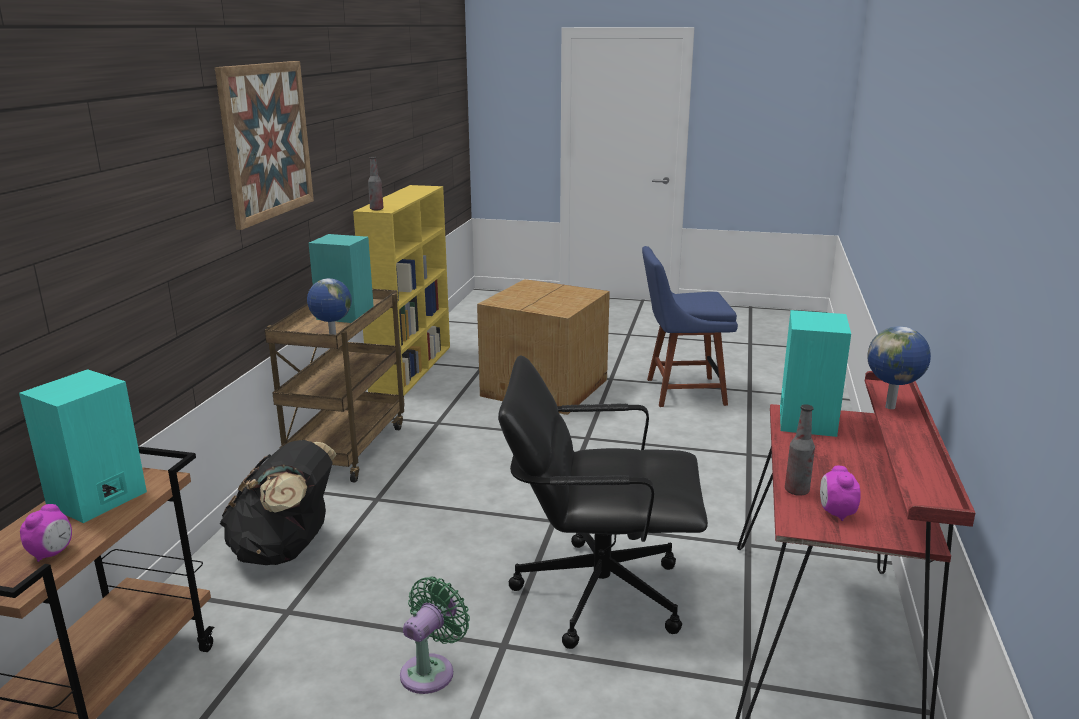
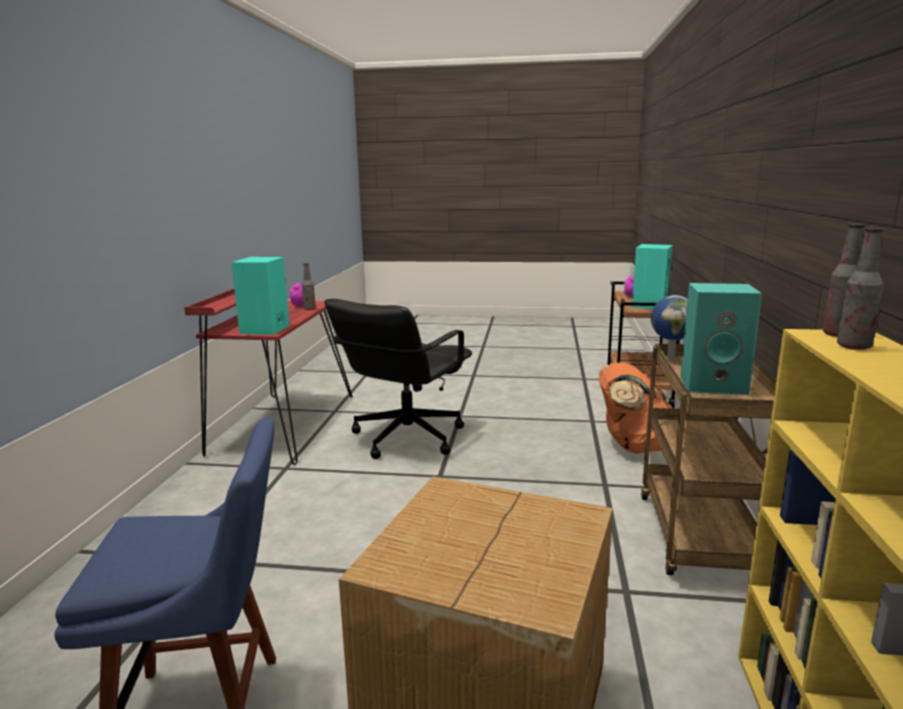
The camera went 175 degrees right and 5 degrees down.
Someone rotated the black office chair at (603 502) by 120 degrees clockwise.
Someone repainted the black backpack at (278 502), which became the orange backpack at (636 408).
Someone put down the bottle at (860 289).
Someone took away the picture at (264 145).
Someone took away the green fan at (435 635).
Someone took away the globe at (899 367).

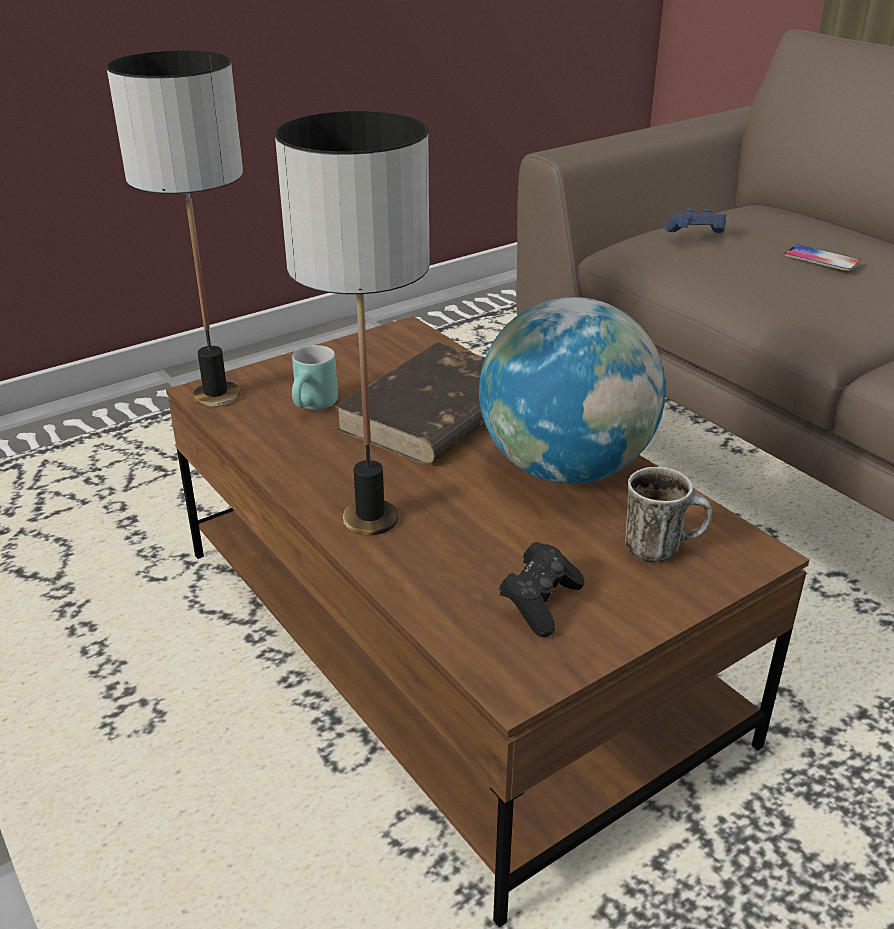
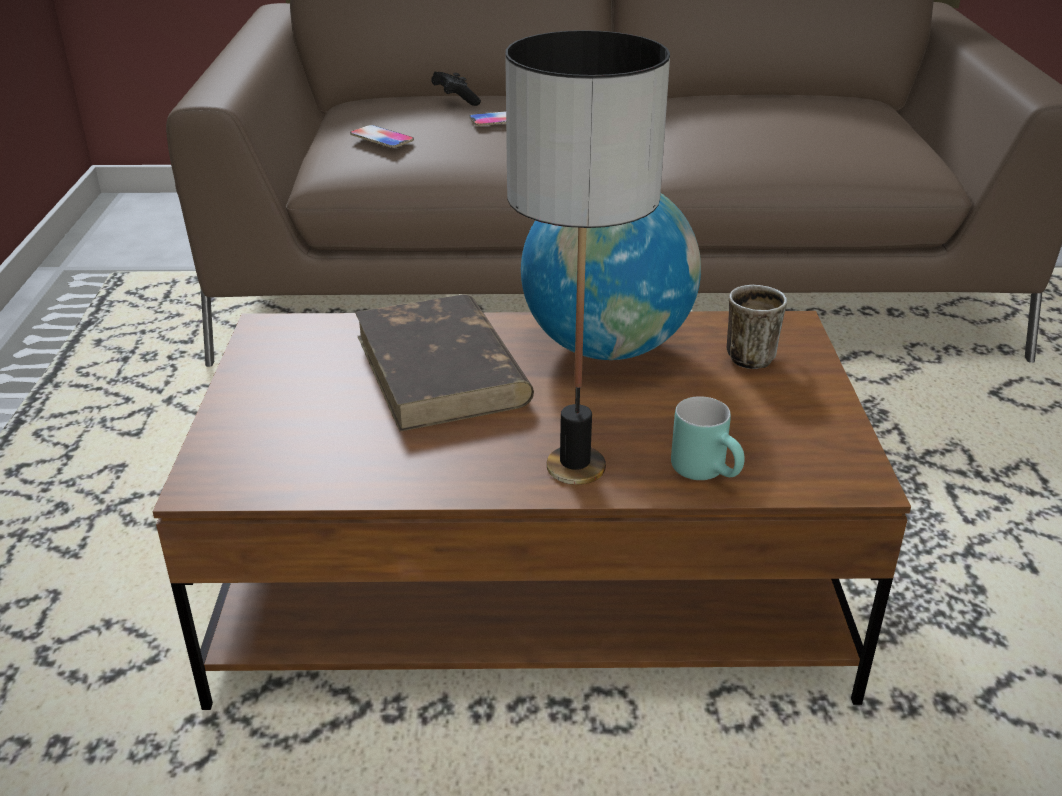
The camera went 55 degrees left and 0 degrees up.
Someone swapped the blue game controller at (695 220) for the phone at (382 136).
Someone carried the black game controller from (542 589) to (456 89).
Someone carried the turquoise mug from (315 377) to (708 438).
Someone took away the table lamp at (175 228).

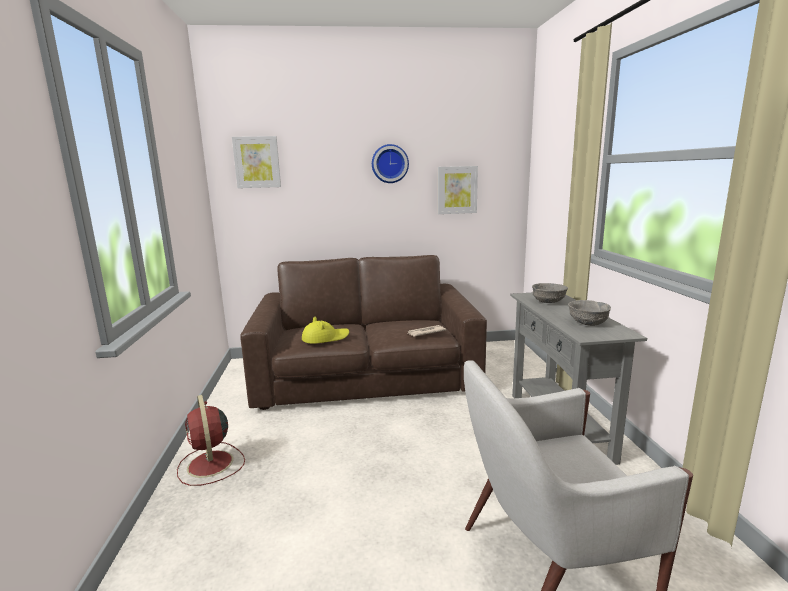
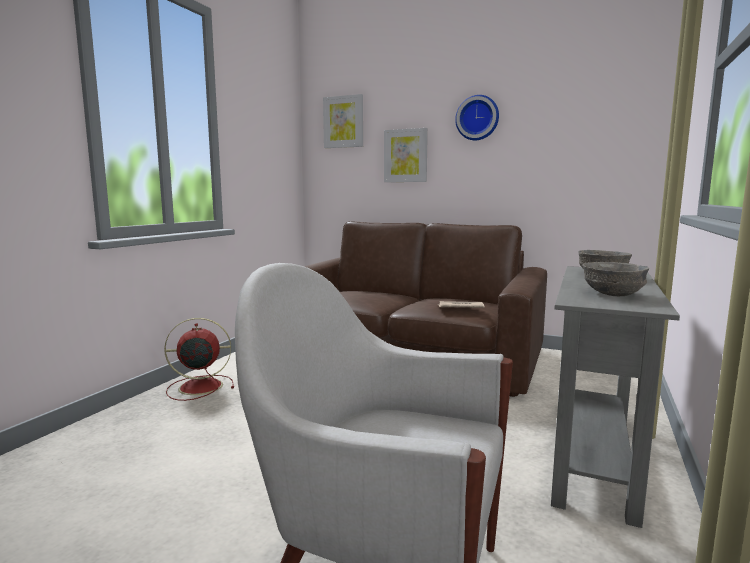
The camera went 30 degrees right and 5 degrees down.
Someone rotated the red fan at (211 440) by 75 degrees clockwise.
Someone carried the picture from (458 190) to (406 155).
Someone took away the yellow hat at (325 330).

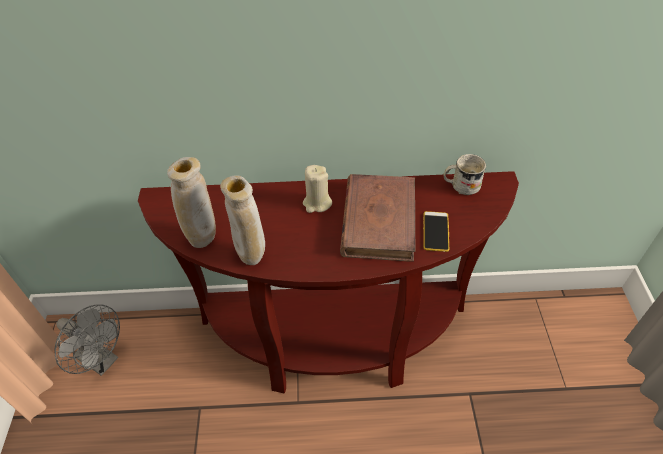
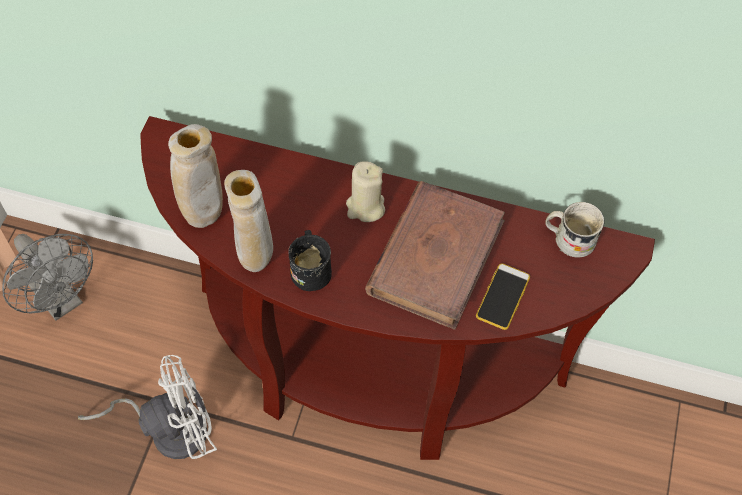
The camera went 15 degrees right and 10 degrees up.
Someone put down the white fan at (147 407).
Someone put down the black mug at (310 260).

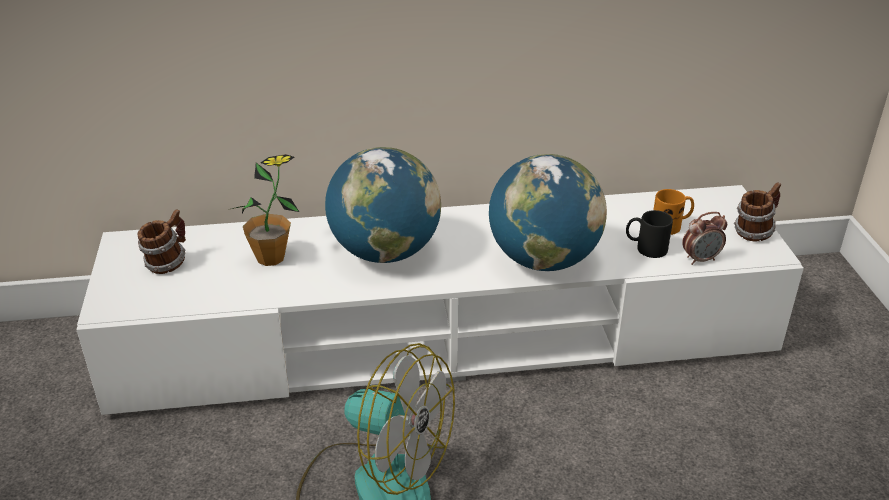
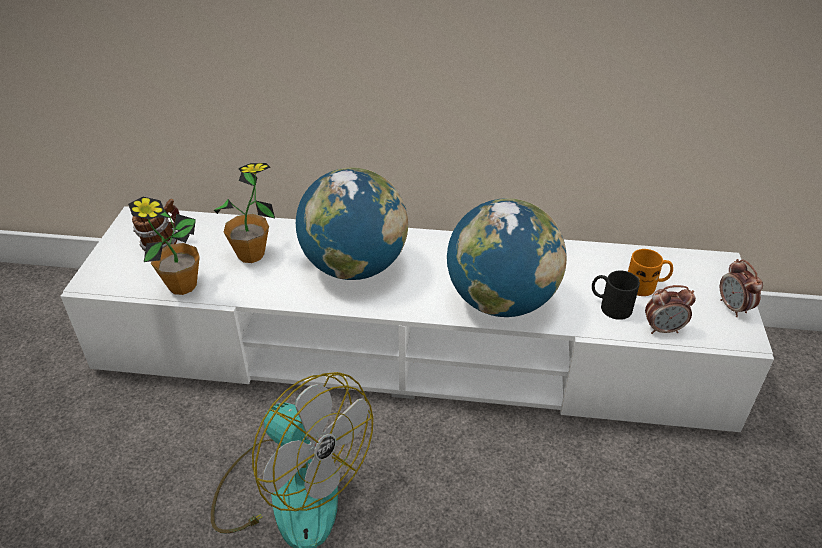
The camera went 15 degrees right and 5 degrees up.
Someone put down the potted plant at (164 246).
Someone swapped the mug at (757 212) for the alarm clock at (741 288).

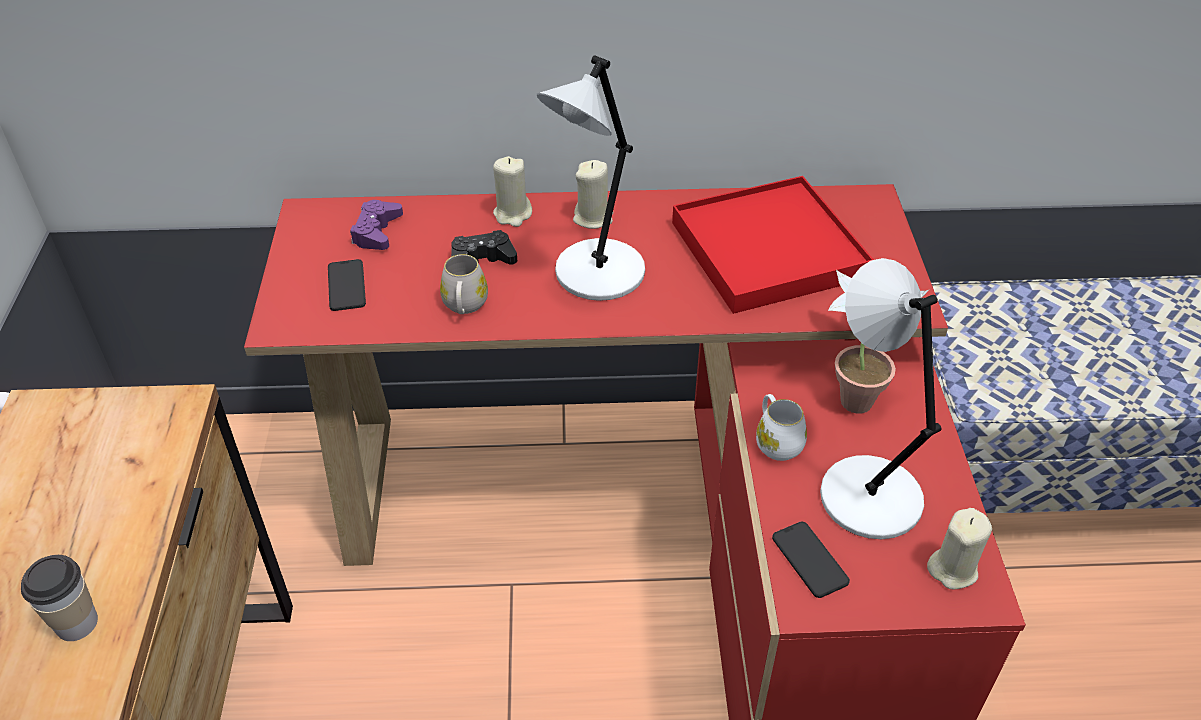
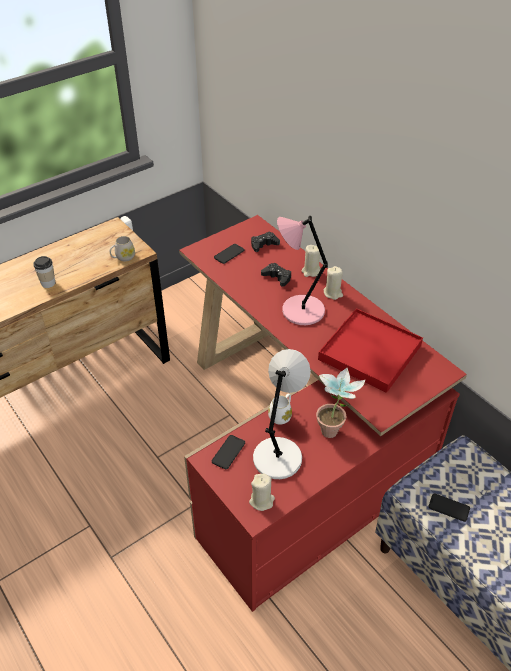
The camera went 55 degrees right and 0 degrees up.
Someone carried the white mug from (464 284) to (122 248).
Someone repainted the purple game controller at (376 225), which became the black game controller at (265 242).
Someone repainted the grey table lamp at (591 178), which became the pink table lamp at (302 270).
Someone put down the phone at (449 507).

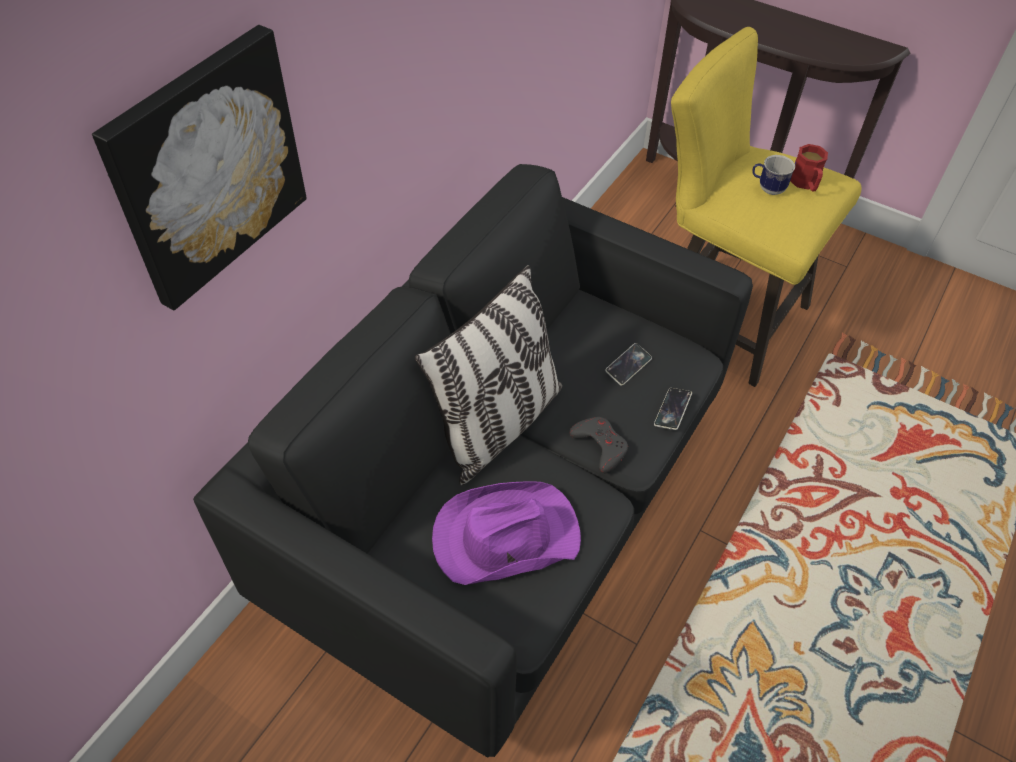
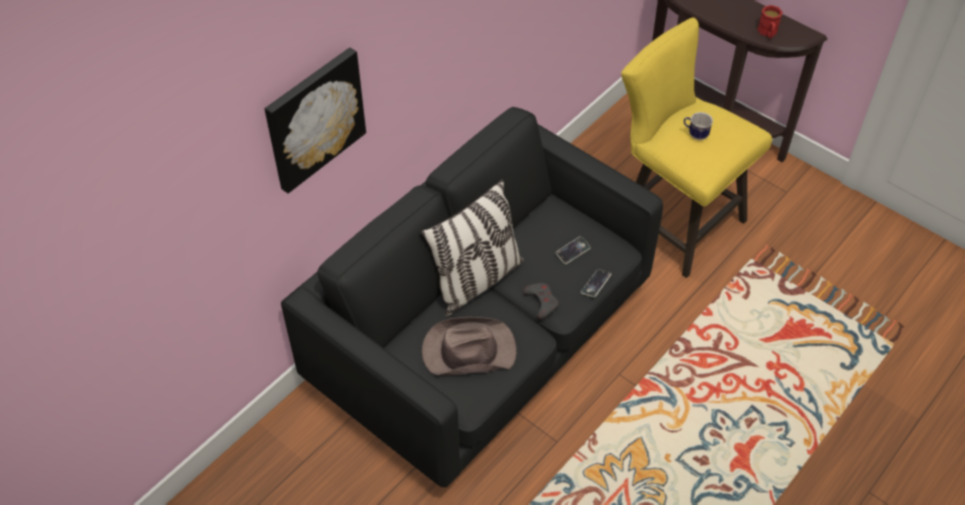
The camera went 10 degrees right and 0 degrees up.
Someone repainted the purple hat at (506 533), which became the brown hat at (469 346).
Someone carried the red mug from (809 168) to (770 21).

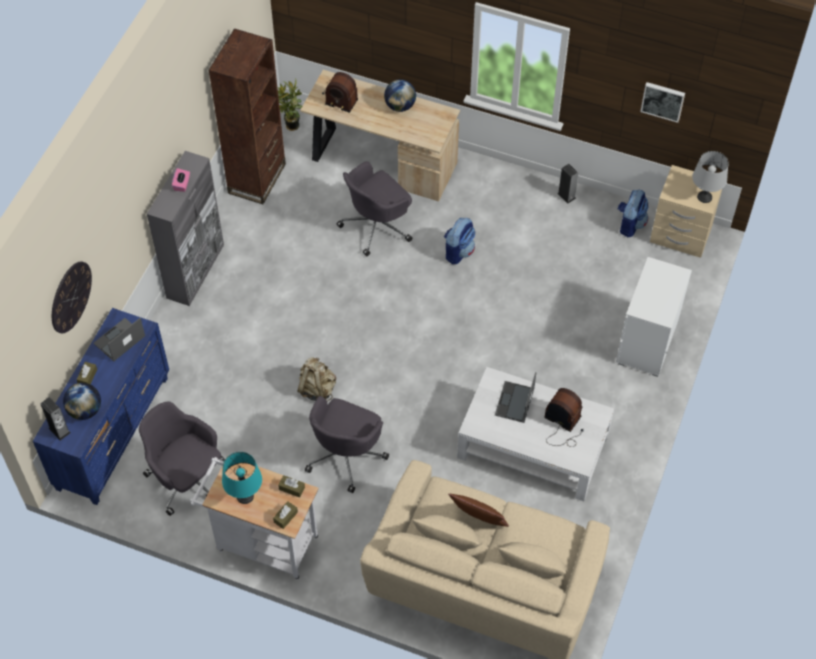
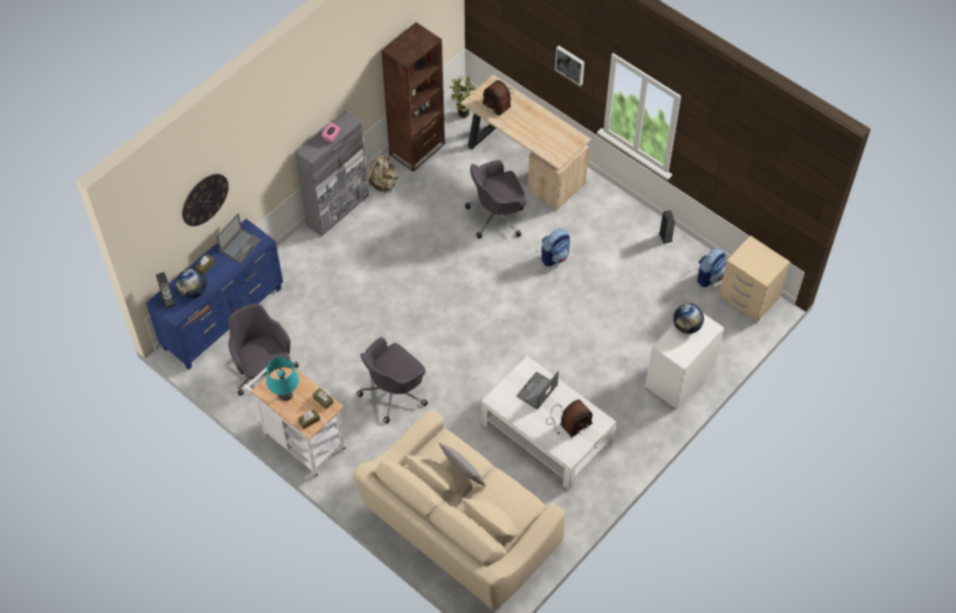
The camera went 20 degrees right and 0 degrees up.
Someone rotated the laptop at (119 339) by 150 degrees clockwise.
Someone carried the beige backpack from (316 379) to (382 174).
Someone repainted the brown pillow at (478 510), which became the grey pillow at (462 464).
Someone rotated the radio at (564 417) by 90 degrees clockwise.
Someone carried the picture from (662 102) to (569 66).
Someone carried the globe from (400 95) to (688 318).
Someone took away the grey table lamp at (710 177).

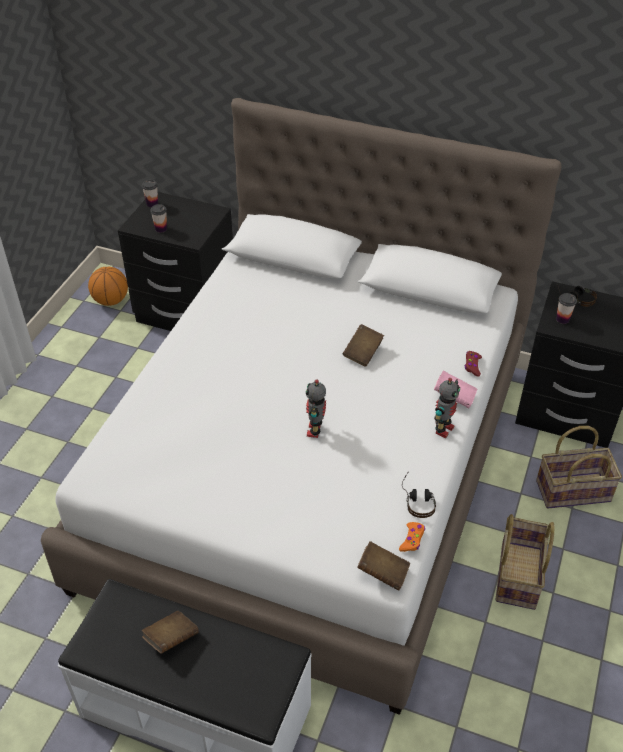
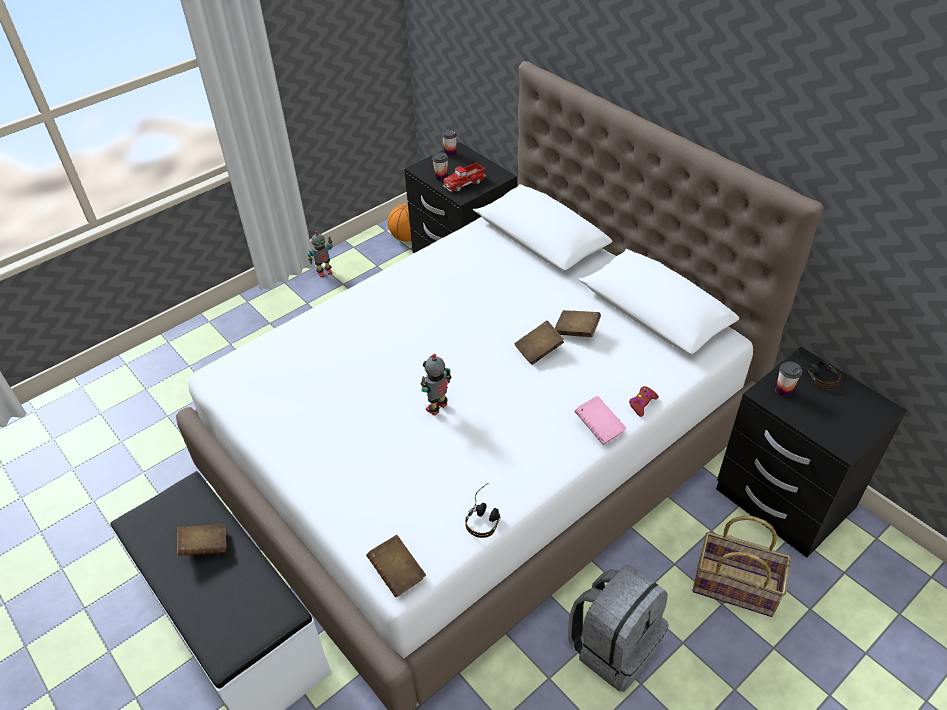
The camera went 30 degrees right and 0 degrees up.
Someone carried the toy robot from (447 408) to (320 254).
Someone put down the toy truck at (464 177).
Someone put down the brown book at (578 323).
Someone swapped the basket at (525 562) for the grey backpack at (618 628).
Someone took away the orange game controller at (412 537).

